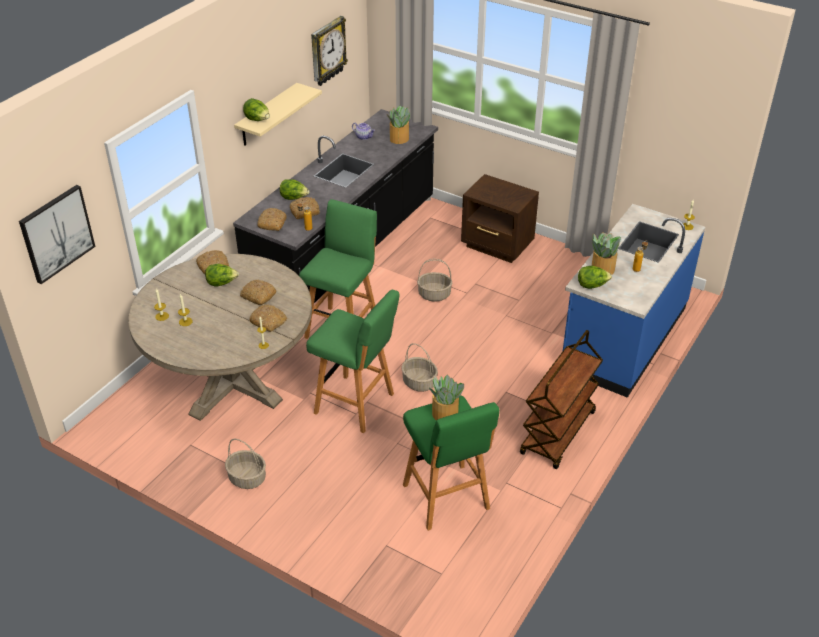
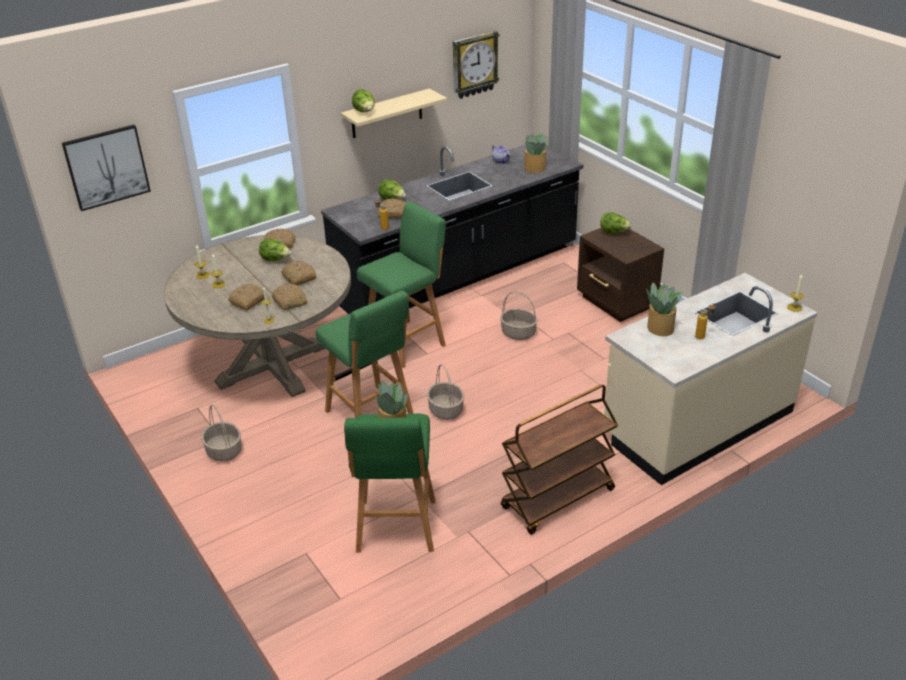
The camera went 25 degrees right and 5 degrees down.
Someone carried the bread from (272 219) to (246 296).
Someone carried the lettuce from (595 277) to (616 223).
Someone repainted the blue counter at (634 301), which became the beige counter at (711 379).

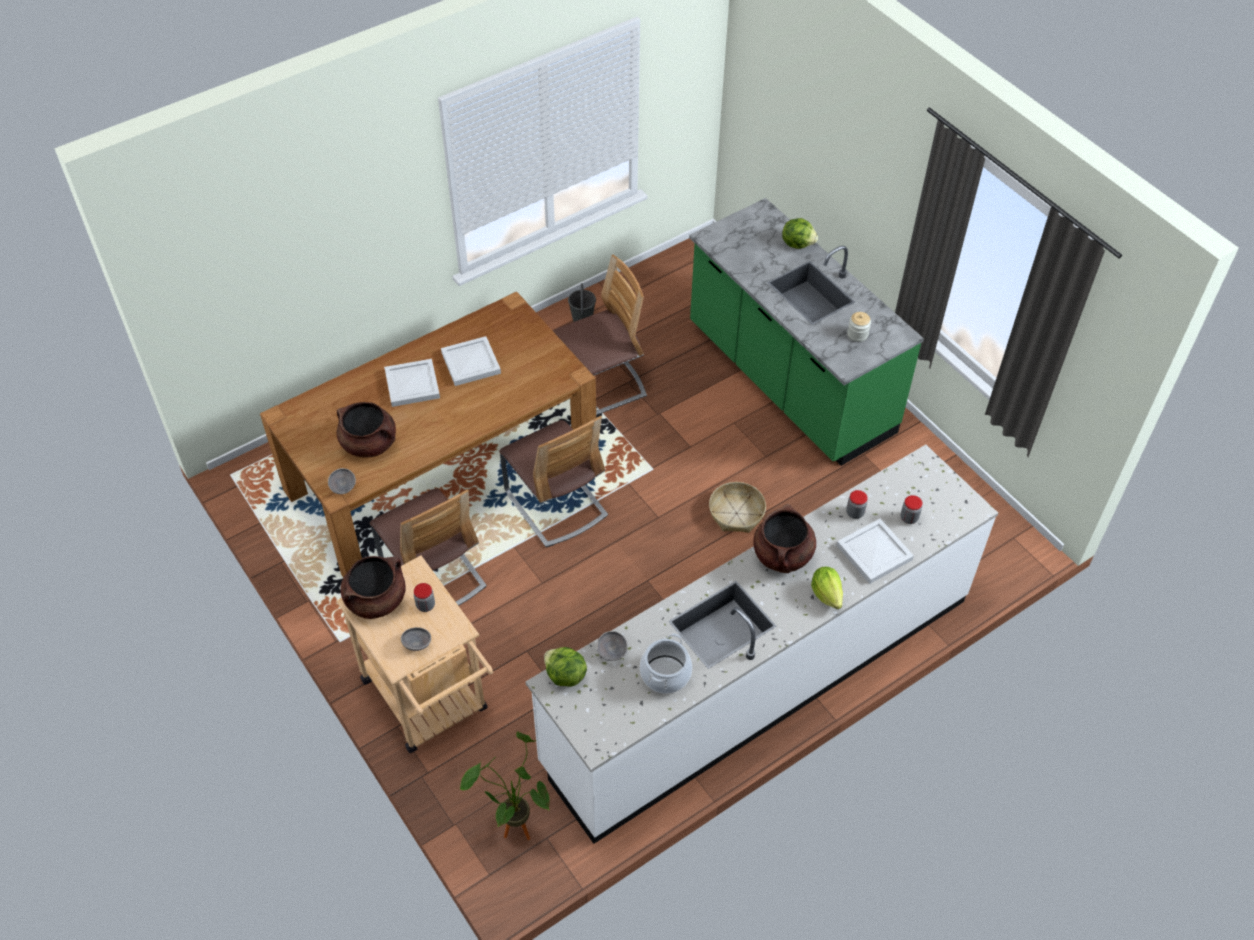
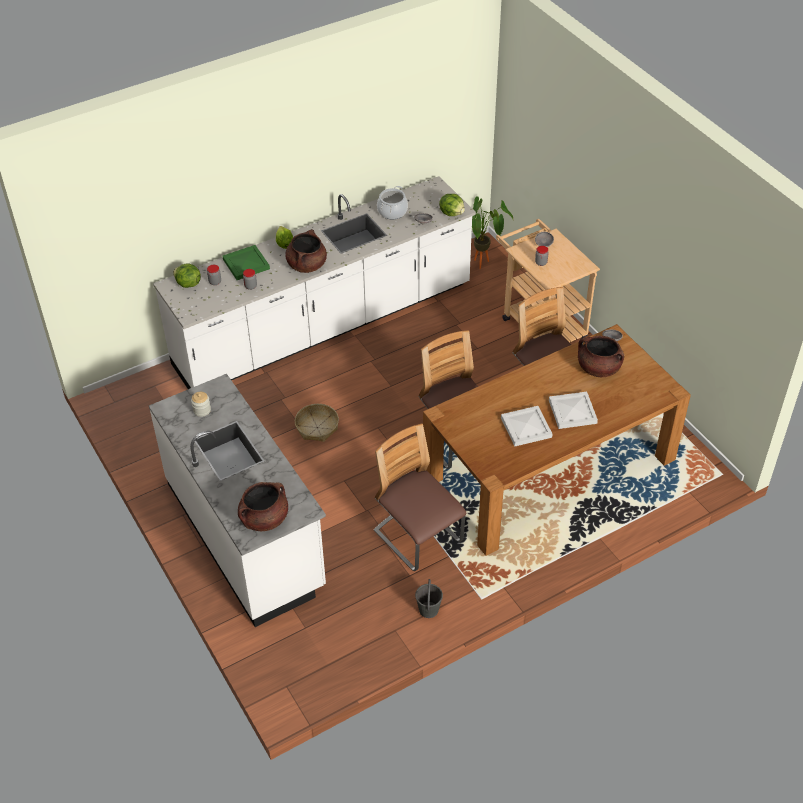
The camera went 175 degrees left and 5 degrees down.
Someone repainted the green counter at (806 332), which became the white counter at (237 500).
Someone carried the lettuce from (800 233) to (187 275).
Someone repainted the white tray at (875 551), which became the green tray at (246 262).
Someone carried the brown cooking pot from (373 587) to (263 506).
Someone rotated the chair at (600 335) by 75 degrees clockwise.

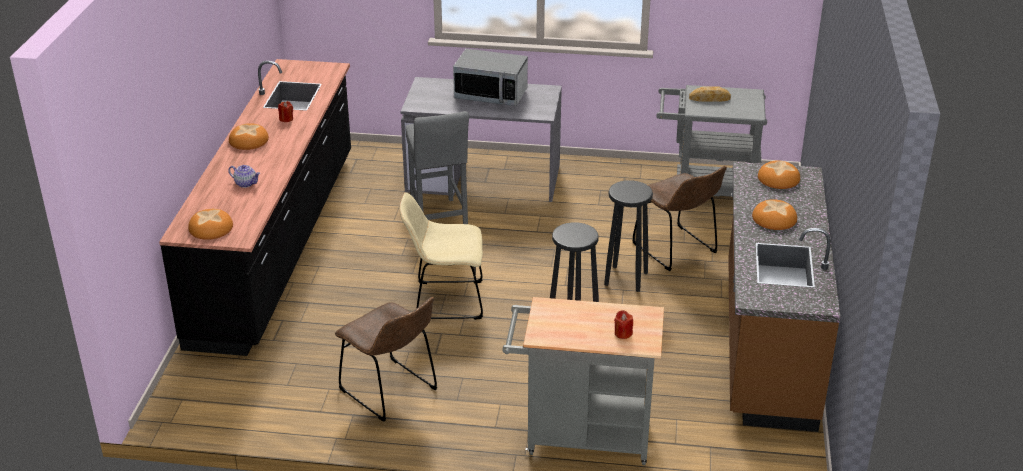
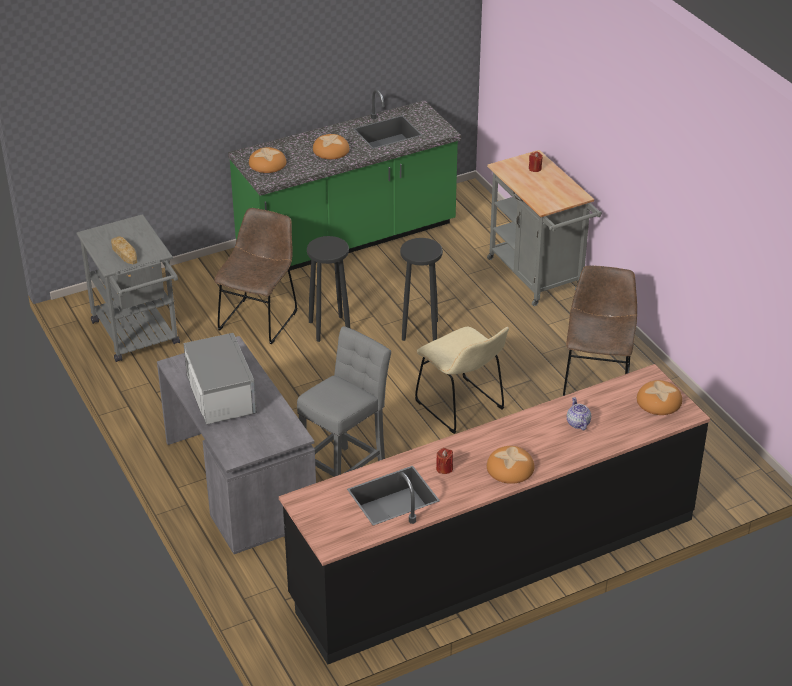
The camera went 125 degrees left and 5 degrees up.
Someone repainted the brown counter at (784 297), which became the green counter at (344 180).

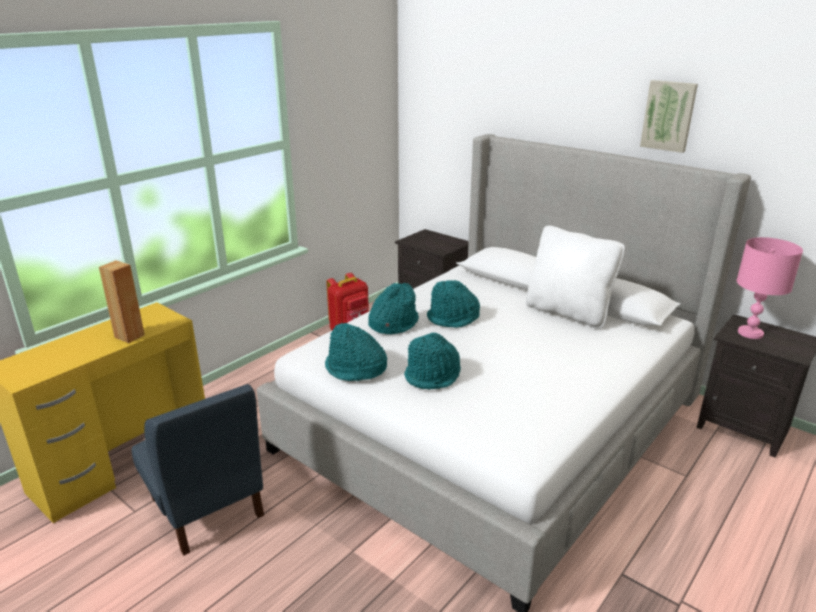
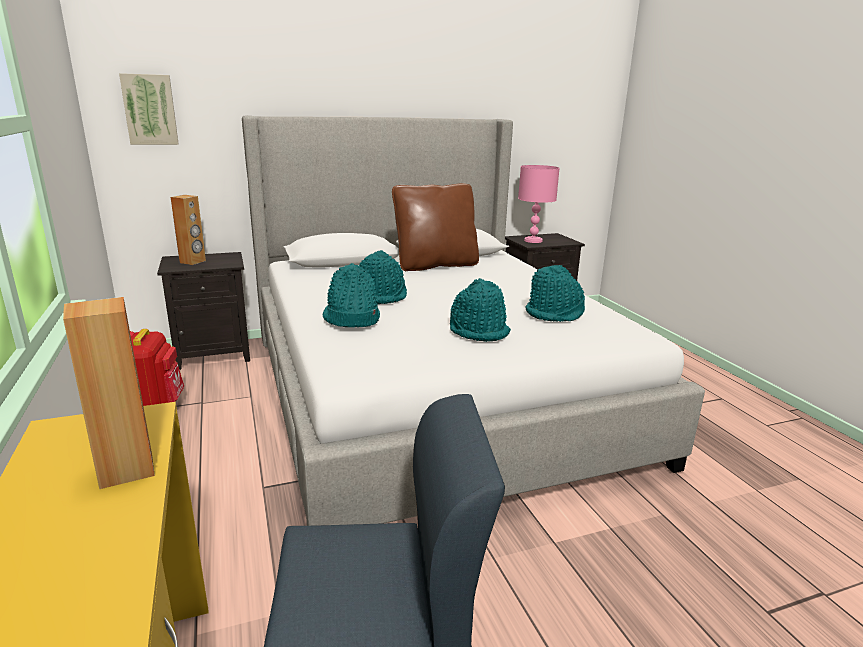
The camera went 60 degrees left and 5 degrees down.
Someone carried the picture from (669 116) to (149 109).
Someone put down the brown speaker at (188 230).
Someone repainted the white pillow at (575 277), which became the brown pillow at (435 227).
Someone carried the turquoise hat from (356 352) to (555 293).

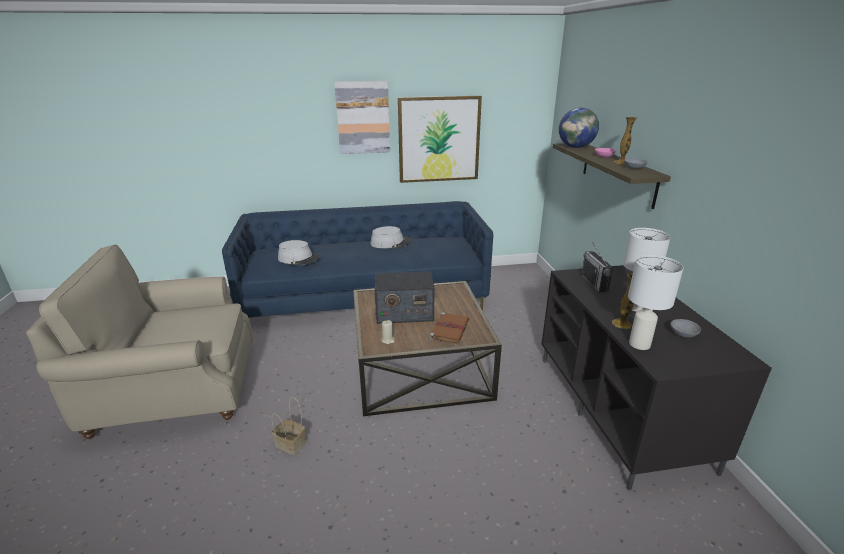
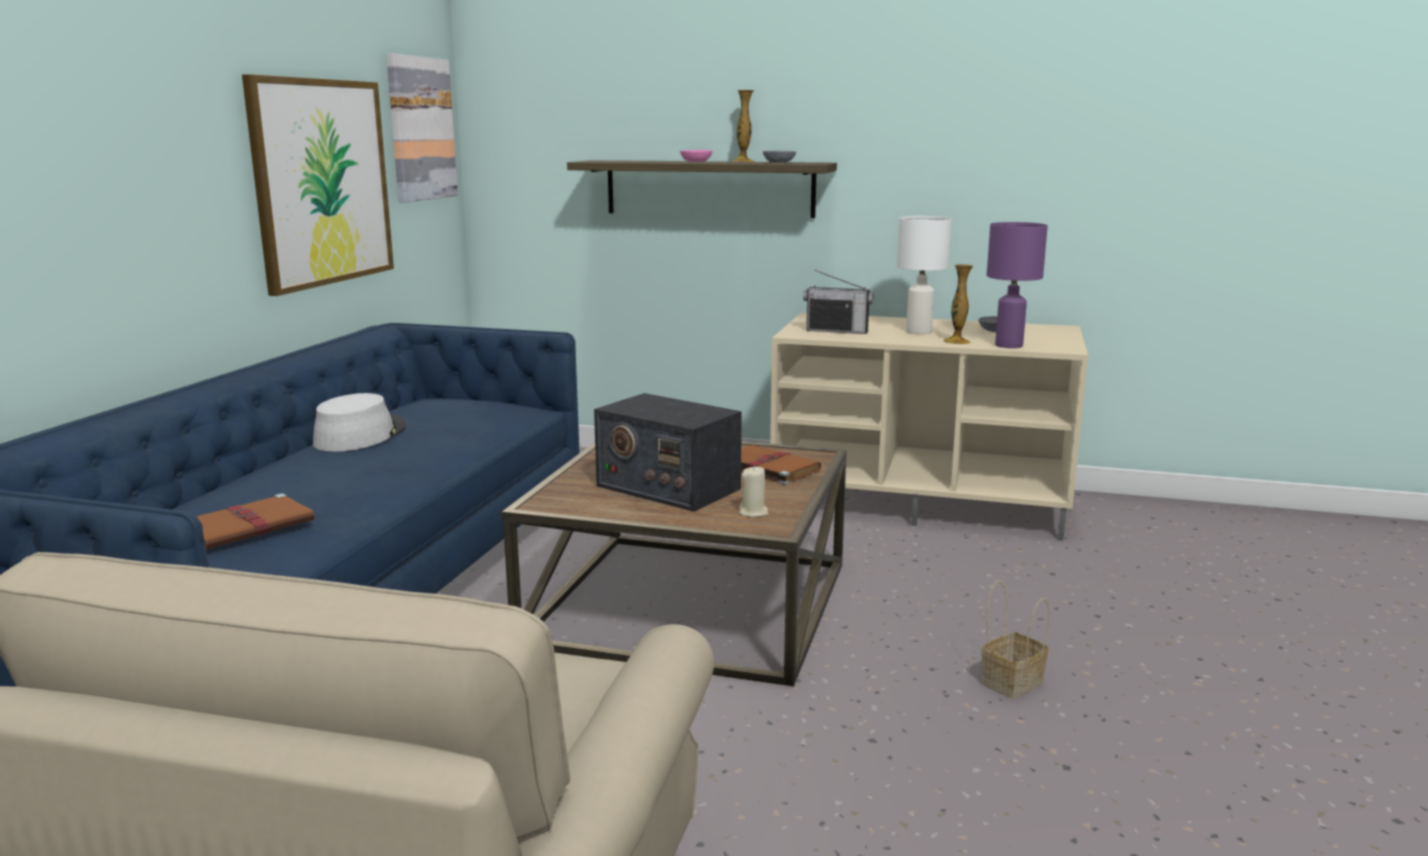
The camera went 65 degrees left and 10 degrees down.
Someone swapped the grey hat at (299 252) for the brown book at (255 521).
Someone carried the picture from (362 117) to (422 128).
Someone rotated the radio at (404 297) by 105 degrees clockwise.
Someone repainted the black tv stand at (657 377), which became the beige tv stand at (929 427).
Someone carried the basket from (289 426) to (1016 639).
Someone repainted the white table lamp at (656 302), which became the purple table lamp at (1017 285).
Someone took away the globe at (579 128).

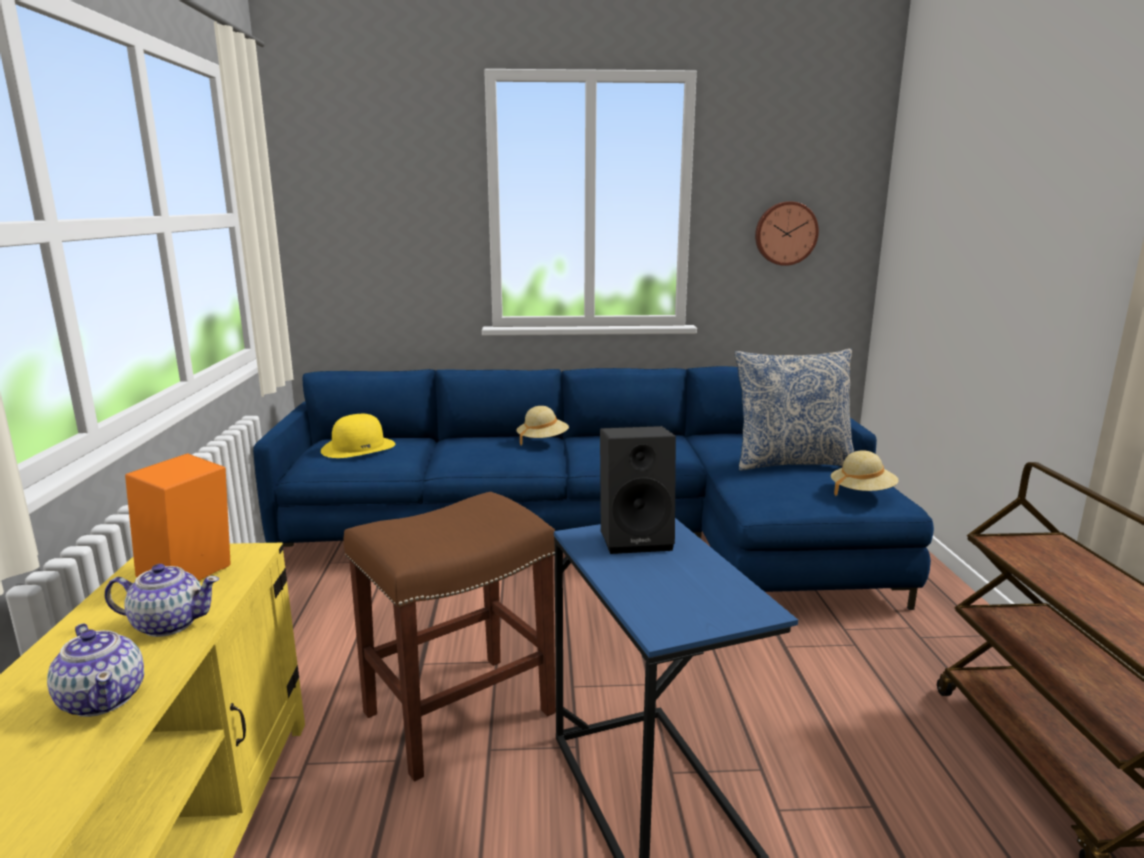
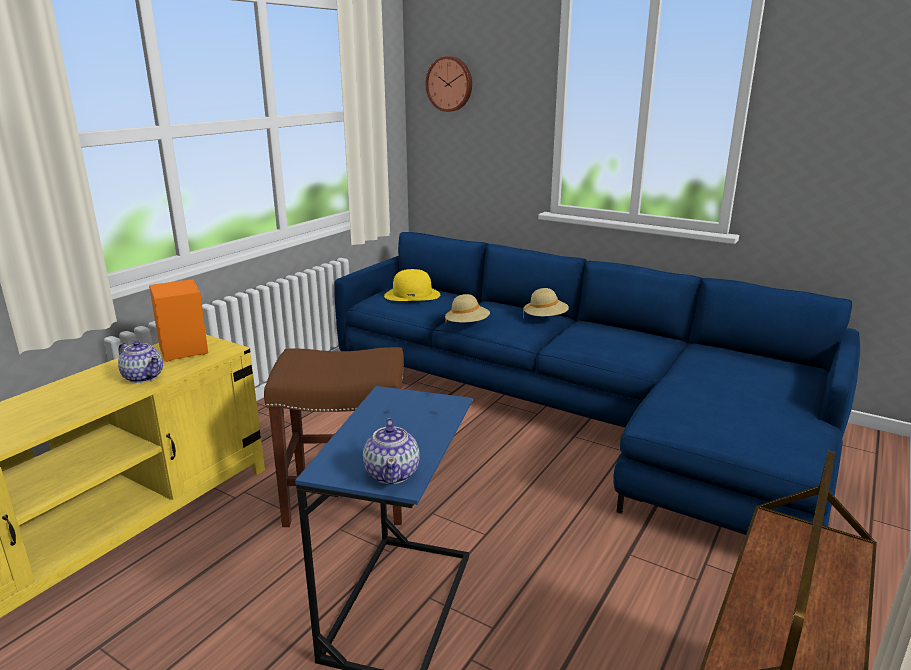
The camera went 35 degrees right and 5 degrees up.
Someone carried the teapot from (95 670) to (391 451).
Someone carried the wall clock from (787 234) to (448 84).
Someone carried the beige hat from (865 473) to (467 308).
Someone took away the black speaker at (638 490).
Someone took away the pillow at (794 409).

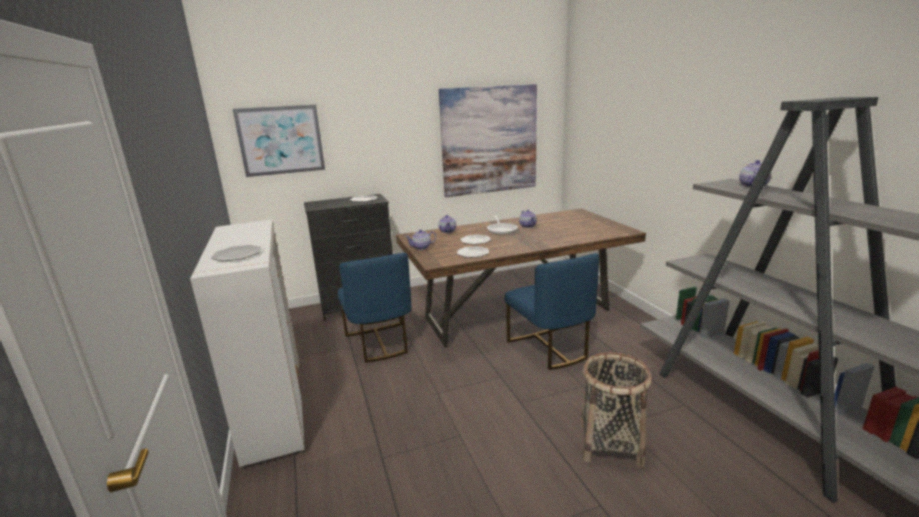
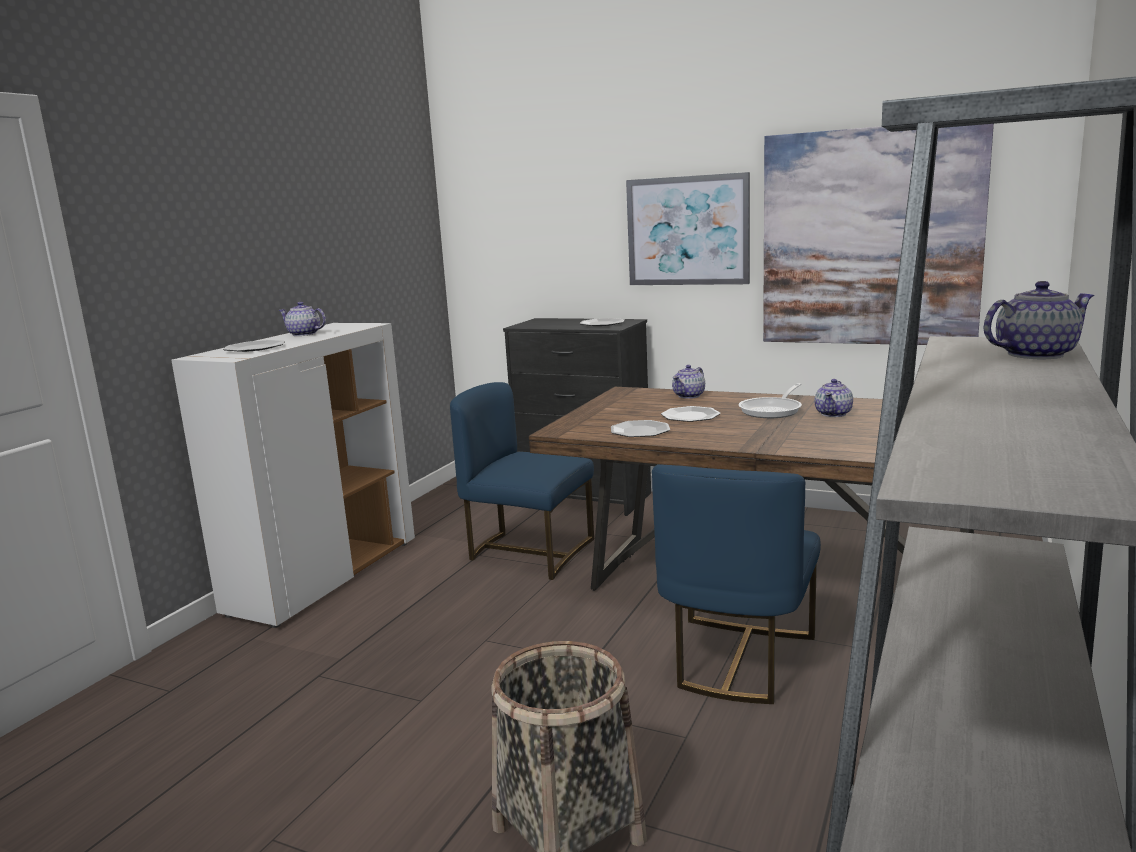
The camera went 45 degrees right and 5 degrees down.
Someone carried the teapot from (420 239) to (302 319).
Someone rotated the blue chair at (374 308) by 90 degrees clockwise.
Someone carried the picture from (279 140) to (688 228).

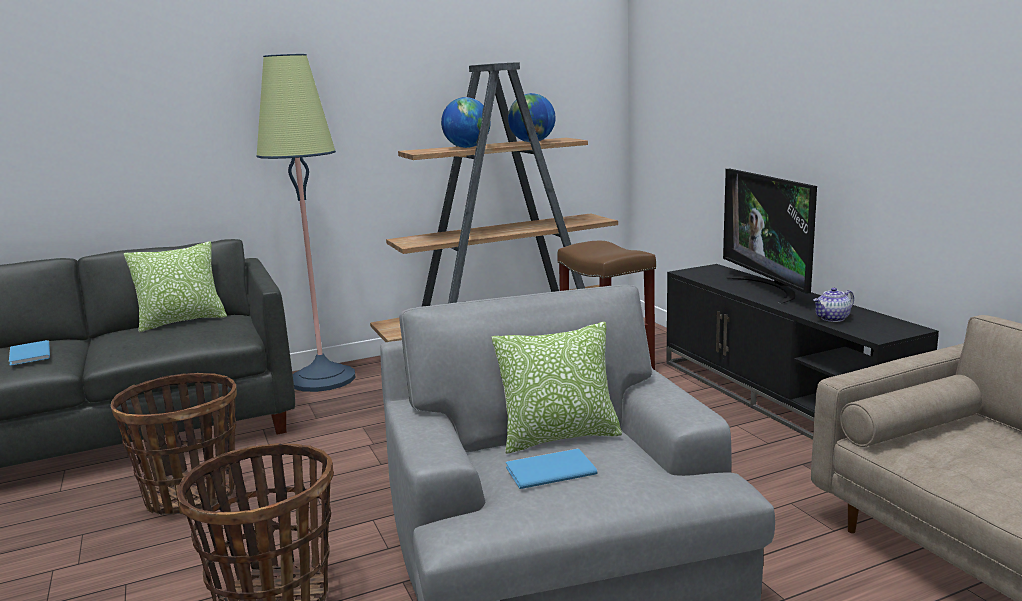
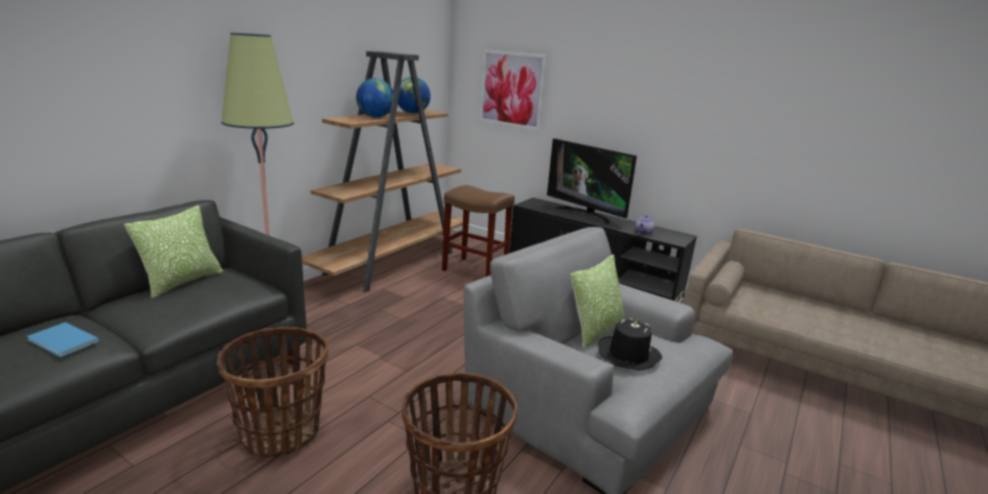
The camera went 35 degrees left and 5 degrees up.
Someone put up the picture at (513 90).
Someone swapped the blue book at (552 469) for the black hat at (630 344).

